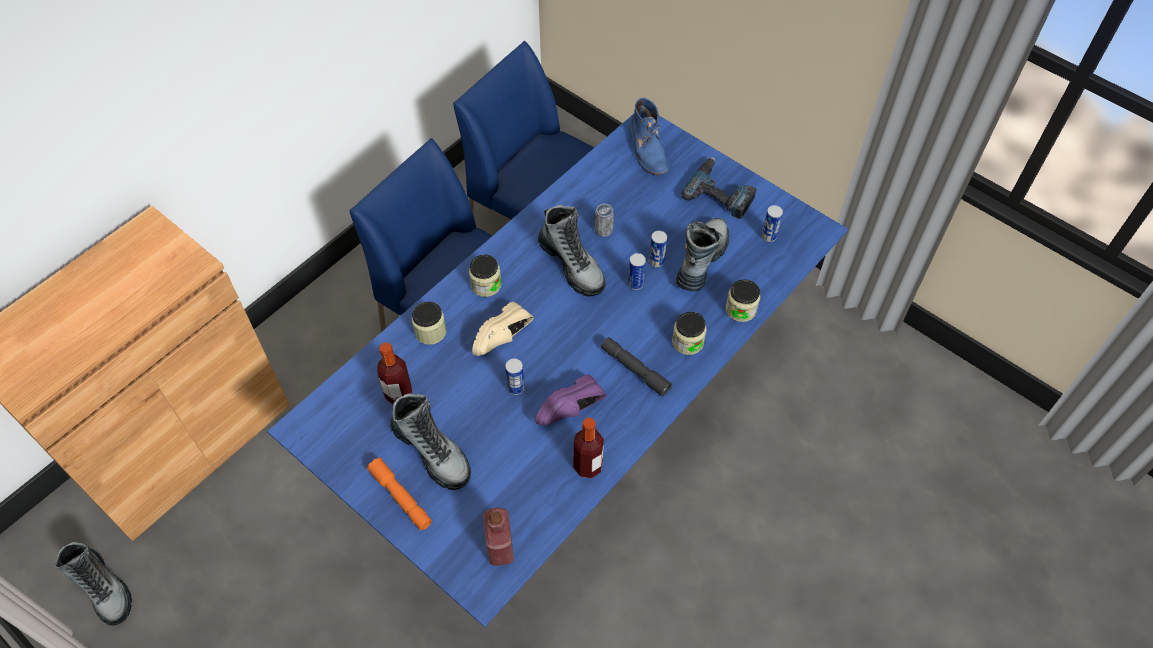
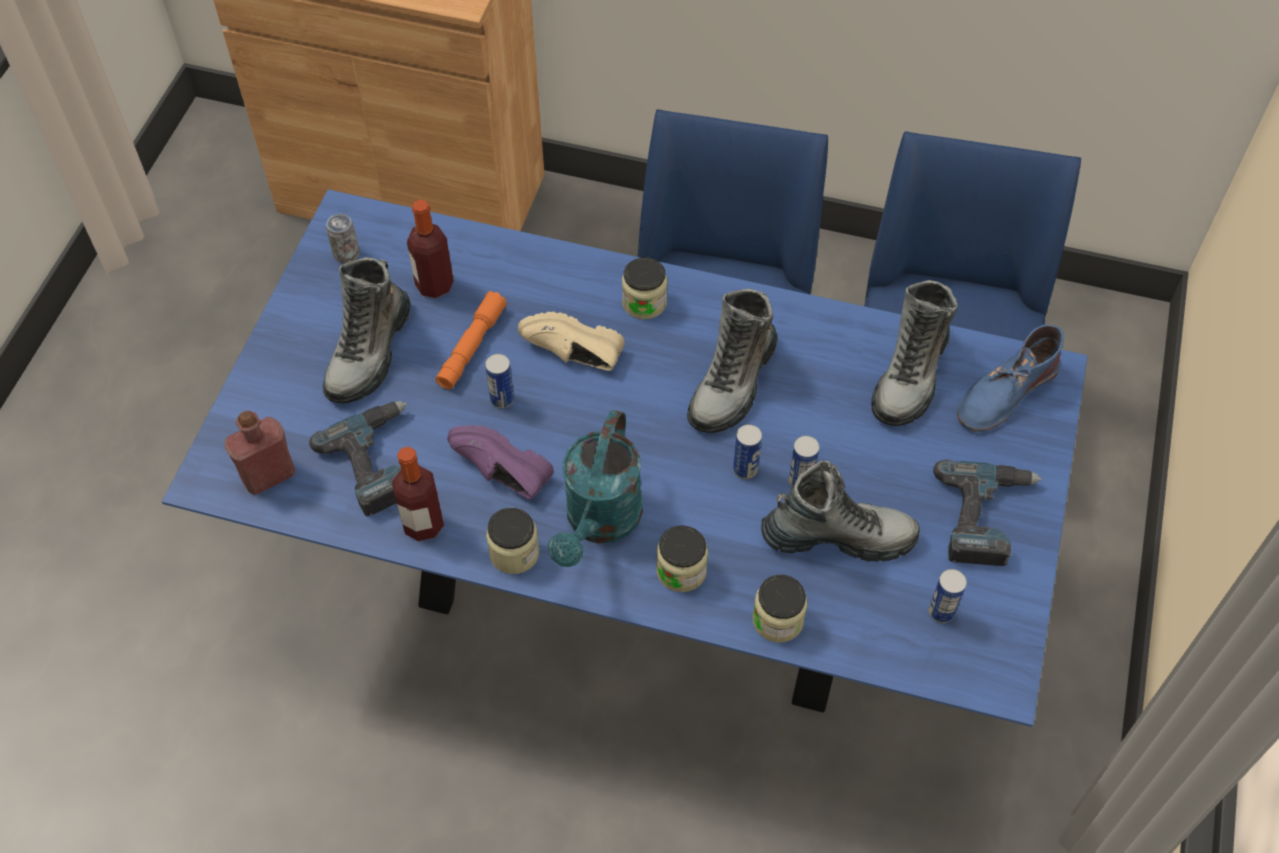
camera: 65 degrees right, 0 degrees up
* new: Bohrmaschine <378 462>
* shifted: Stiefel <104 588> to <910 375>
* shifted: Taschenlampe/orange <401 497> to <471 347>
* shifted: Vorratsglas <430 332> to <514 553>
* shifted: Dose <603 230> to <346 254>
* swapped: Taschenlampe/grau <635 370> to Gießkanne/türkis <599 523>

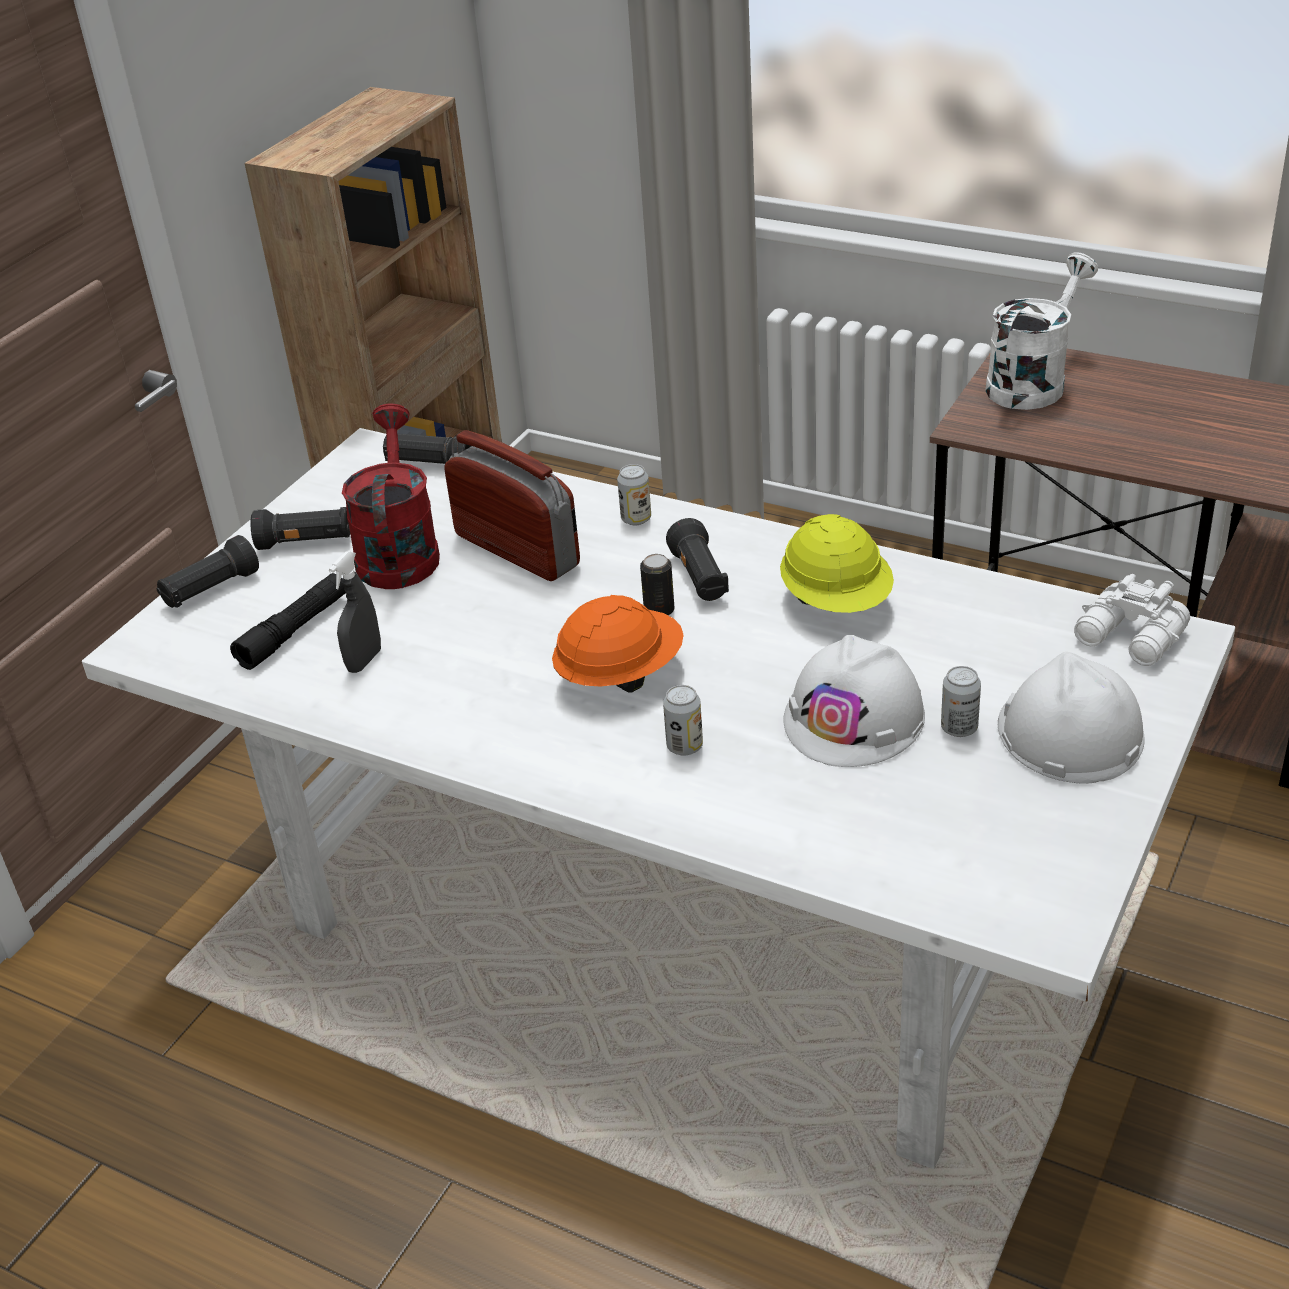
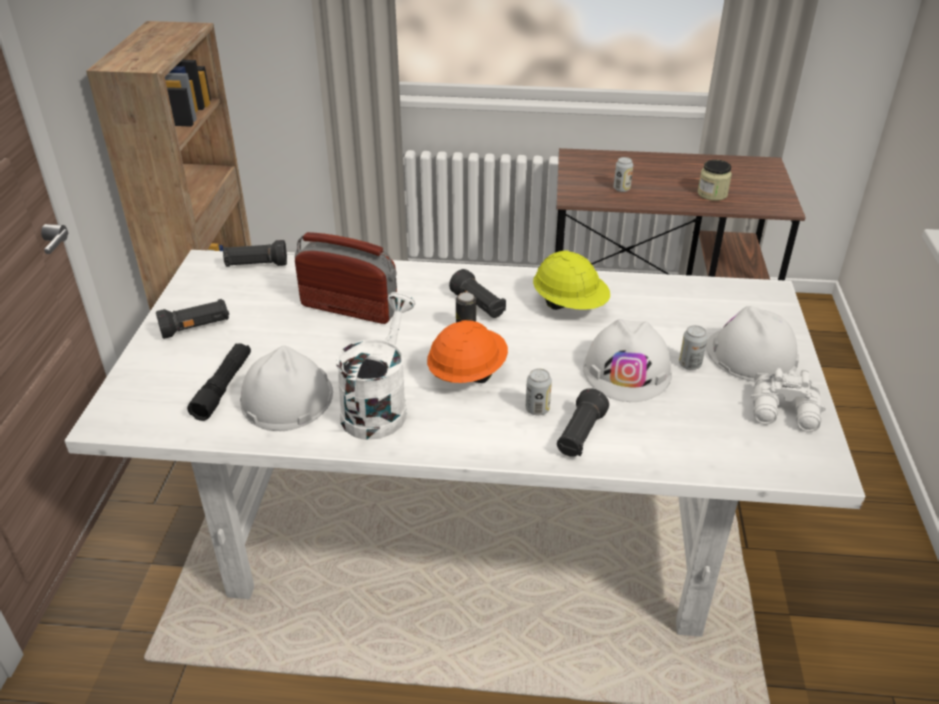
camera: 25 degrees left, 0 degrees up
* gone: Gießkanne/rot <398 552>
* new: Vorratsglas <712 194>
* shifted: Taschenlampe/schwarz <210 590> to <580 435>
* shifted: Dose <636 519> to <621 189>
* shifted: Gießkanne/weiß <1032 382> to <378 406>
* shifted: Fernglas/weiß <1131 638> to <786 413>
* swapped: Sprühflasche/grau <364 661> to Schutzhelm/weiß <286 398>

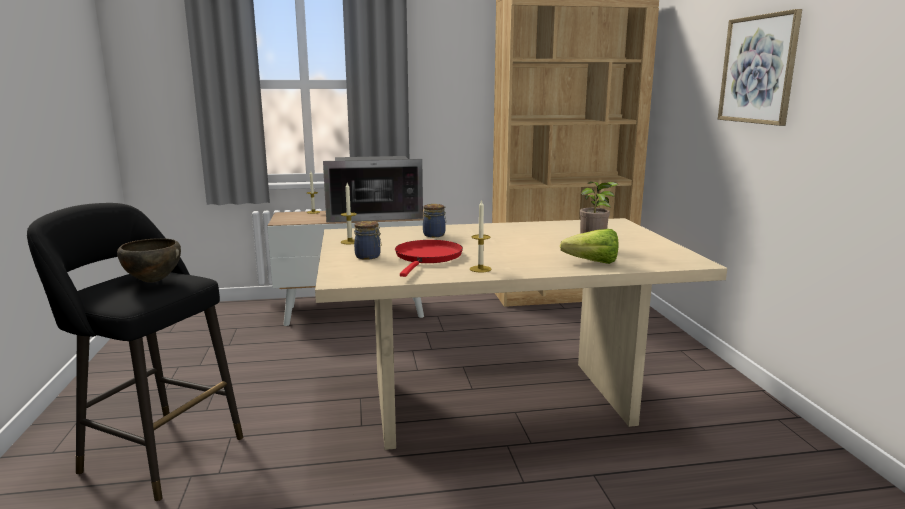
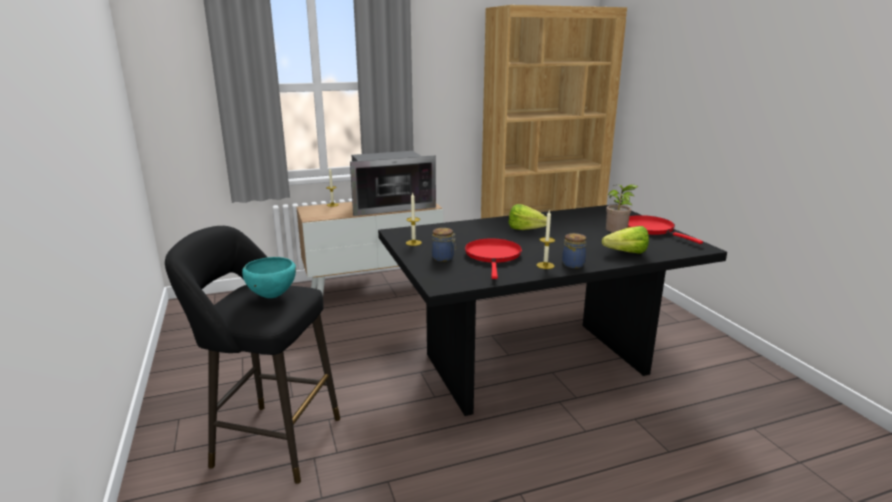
camera: 10 degrees left, 5 degrees up
* gone: Bild <758 69>
* new: Salatkopf <528 230>
* new: Pfanne/rot <650 229>
* shifted: Vorratsglas <435 235> to <573 264>
* repainted: Schüssel/braun <153 281> to Schüssel/türkis <271 296>
* repainted: Esstisch/beige <499 400> to Esstisch/schwarz <535 363>

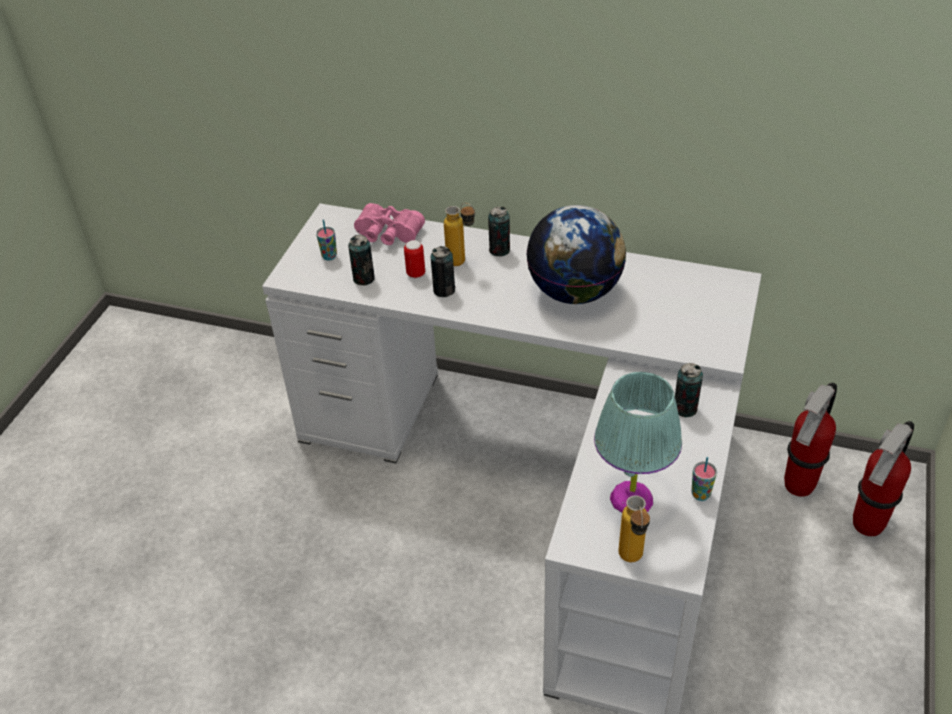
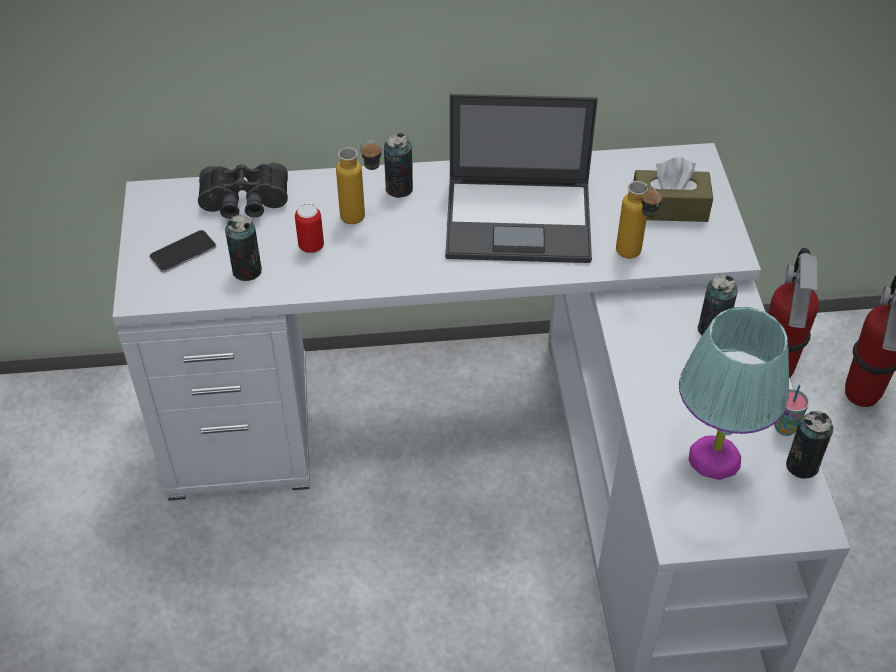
camera: 25 degrees left, 5 degrees up
* new: Taschentuchbox/braun <669 207>
* shifted: Dose <444 290> to <802 465>
* shifted: Flasche <632 562> to <634 257>
* swapped: Tasse <329 256> to Handy <183 252>
* swapped: Globus <575 292> to Laptop <520 220>
* repainted: Fernglas/rosa <387 235> to Fernglas/schwarz <244 203>

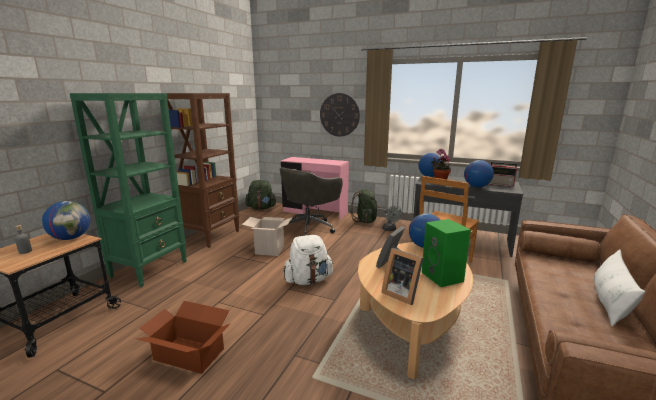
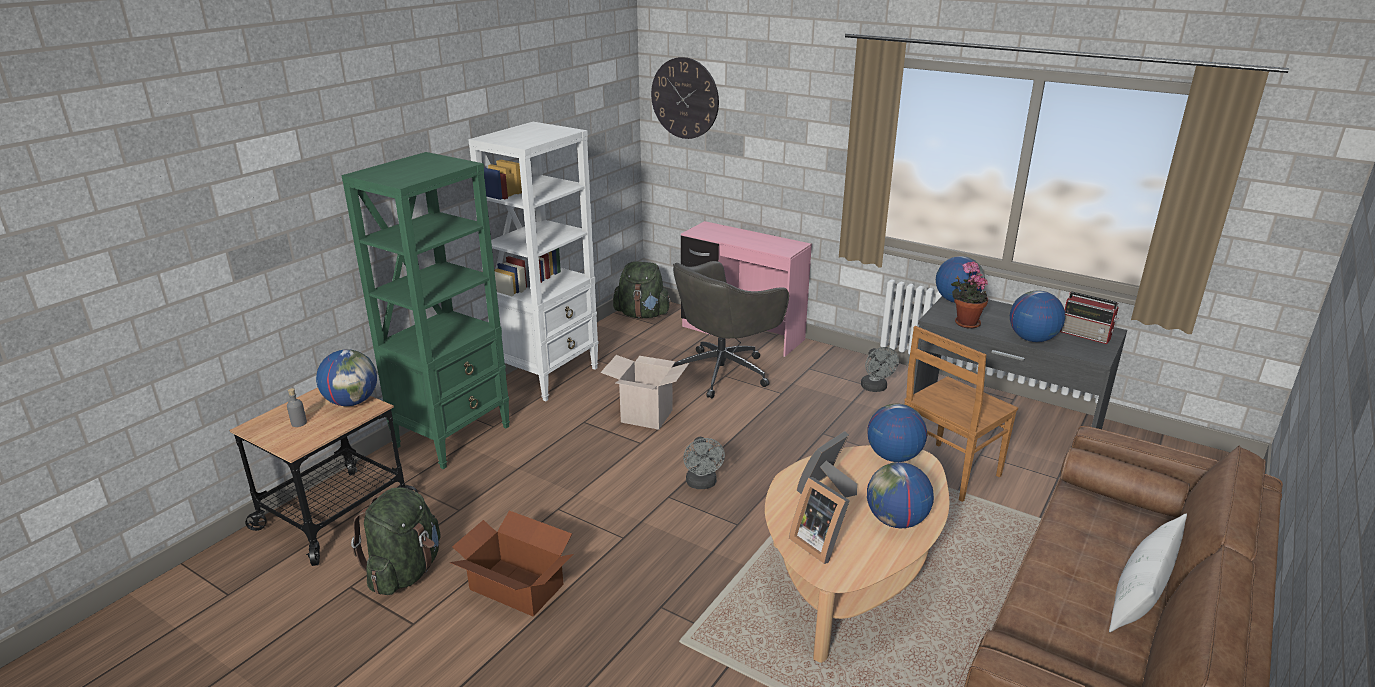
camera: 10 degrees right, 10 degrees up
* shifted: Wanduhr <339 115> to <685 98>
* shifted: Rucksack/grün <365 221> to <405 571>
* swapped: Rucksack/weiß <308 280> to Ventilator/grau <702 484>
* swapped: Lautsprecher/grün <443 277> to Globus <896 521>
* repainted: Bücherregal/braun <211 236> to Bücherregal/weiß <549 375>

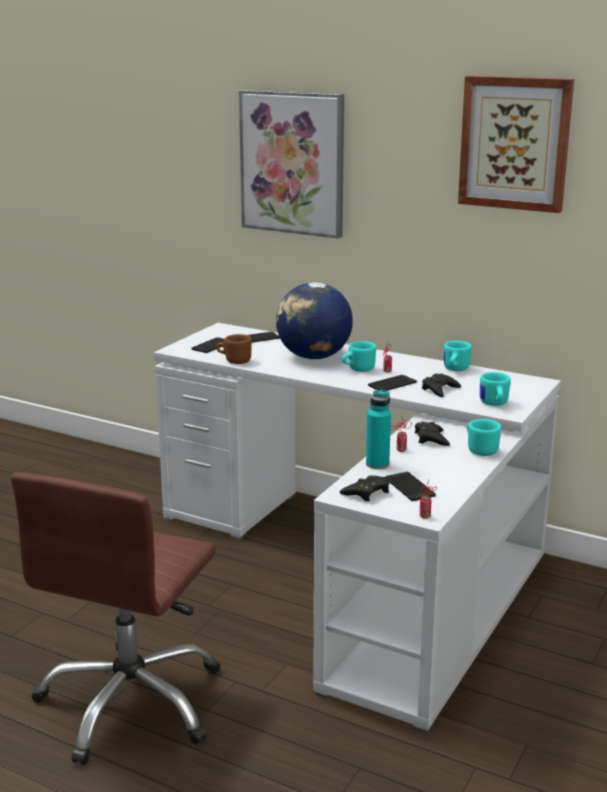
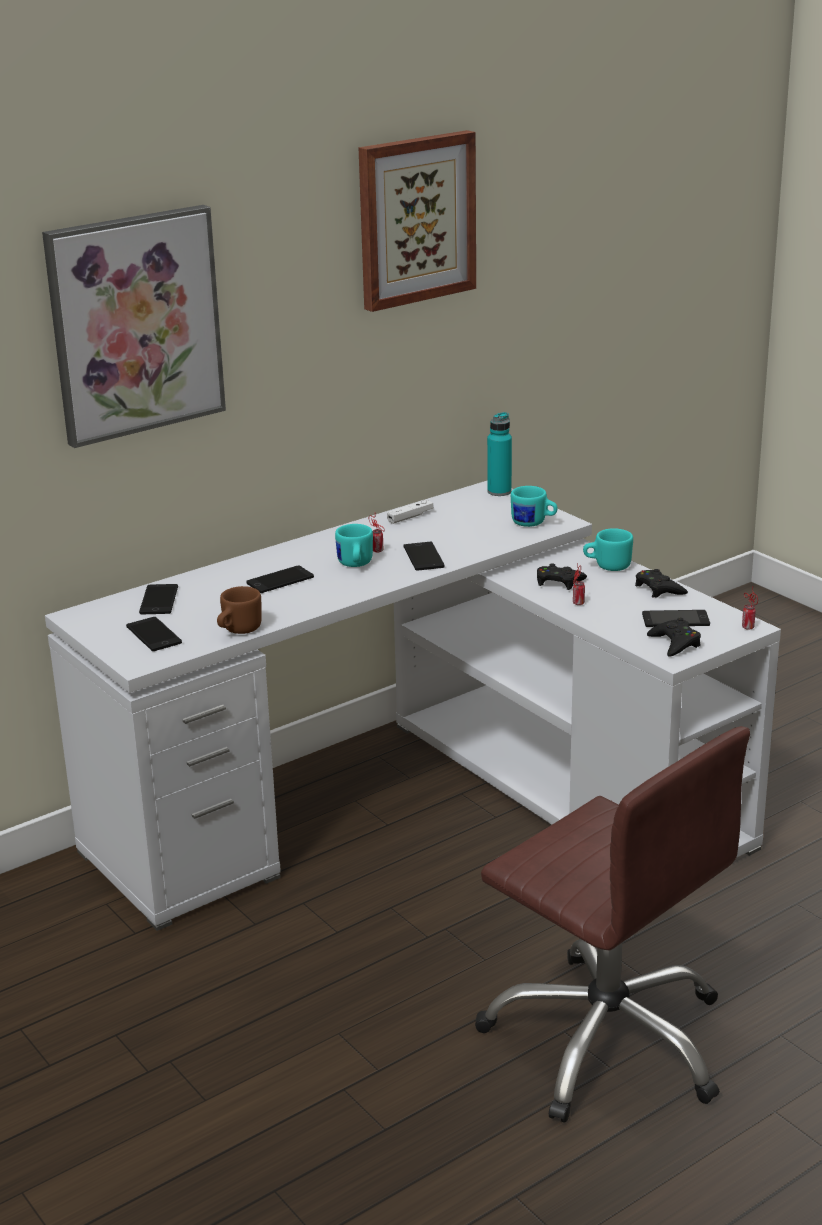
camera: 65 degrees left, 5 degrees up
* shifted: Flasche/türkis <377 464> to <499 491>
* shifted: Gamepad/schwarz <439 389> to <658 589>
* swapped: Globus <313 357> to Handy <280 580>
* swapped: Henkelbecher/türkis <455 370> to Gamepad/weiß <410 517>

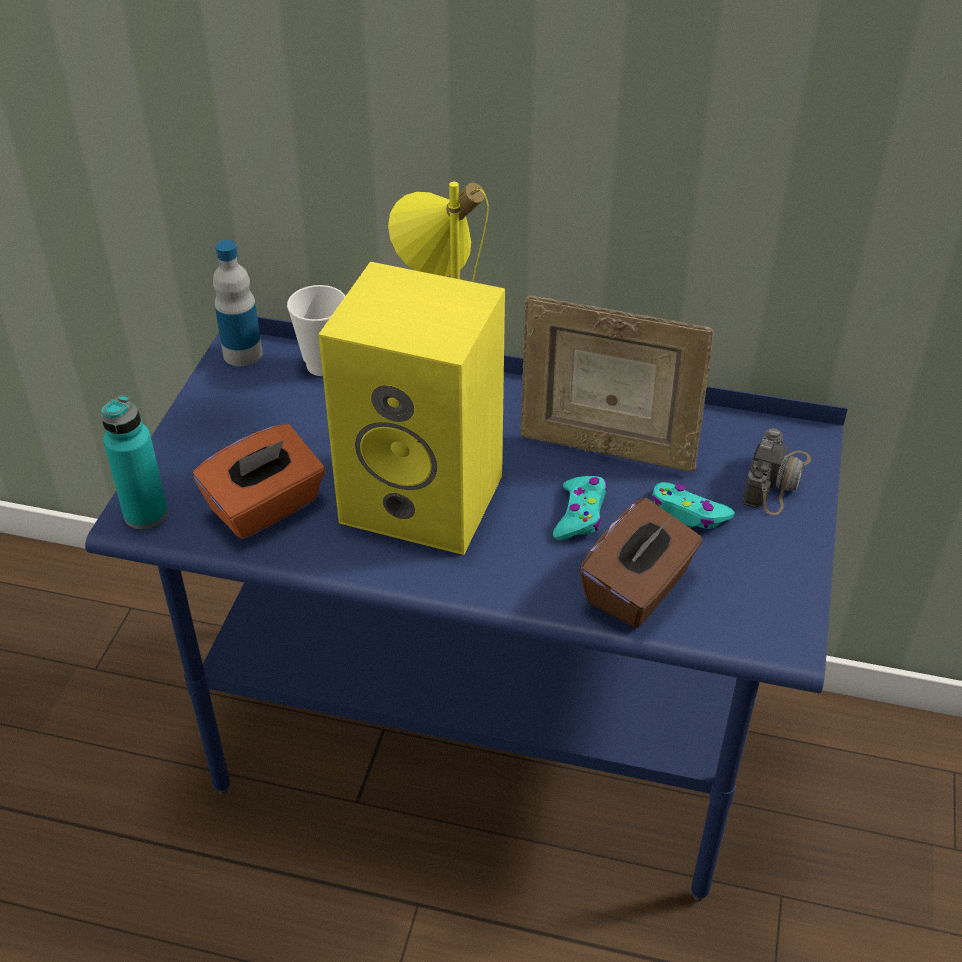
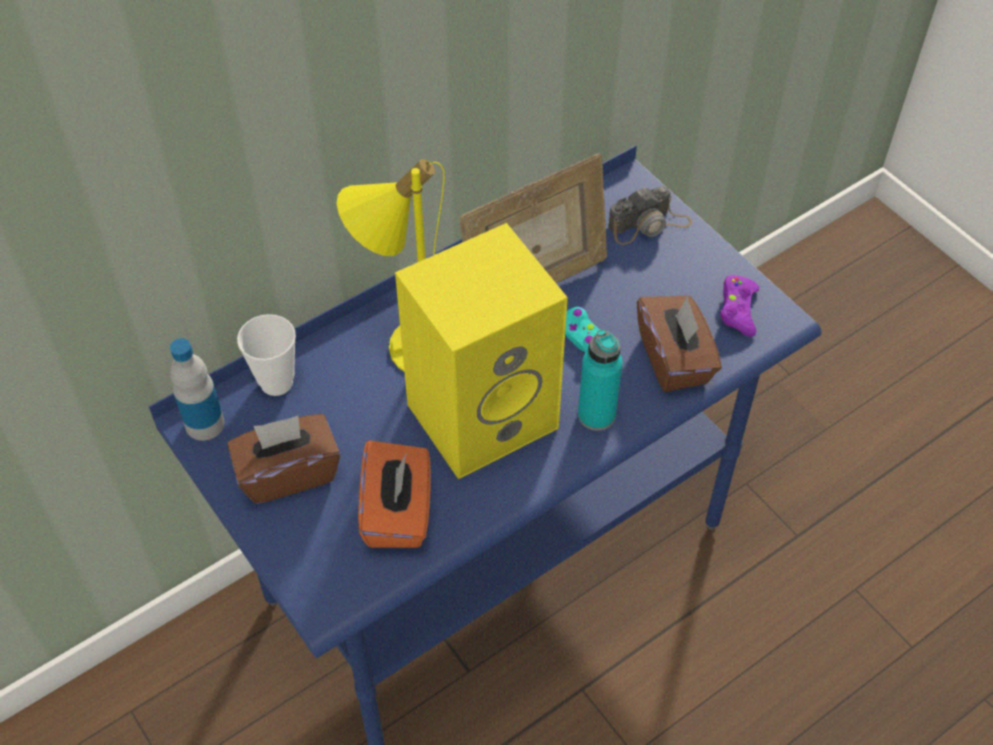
camera: 50 degrees left, 10 degrees up
* gone: Gamepad/türkis <689 513>
* new: Taschentuchbox/braun <288 473>
* new: Gamepad/lila <738 310>
* shifted: Flasche/türkis <146 514> to <596 415>
* rotated: Kamera <776 479> = <649 225> 90 degrees clockwise

